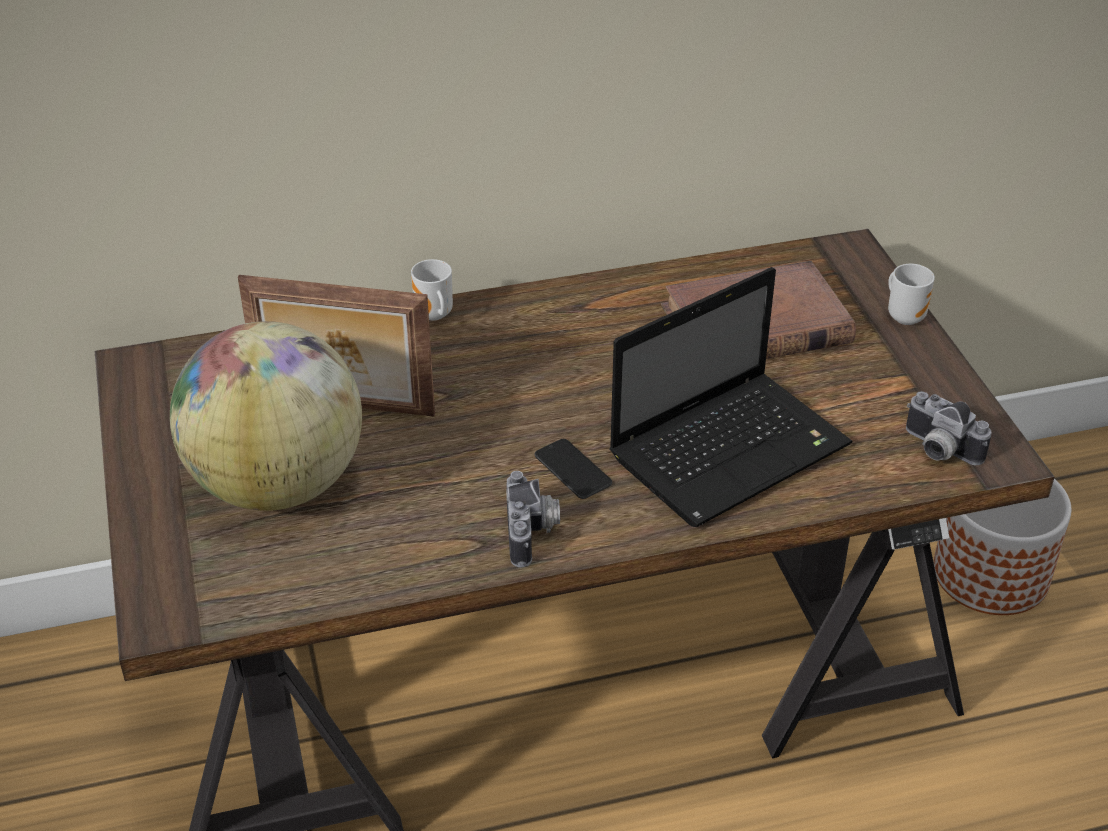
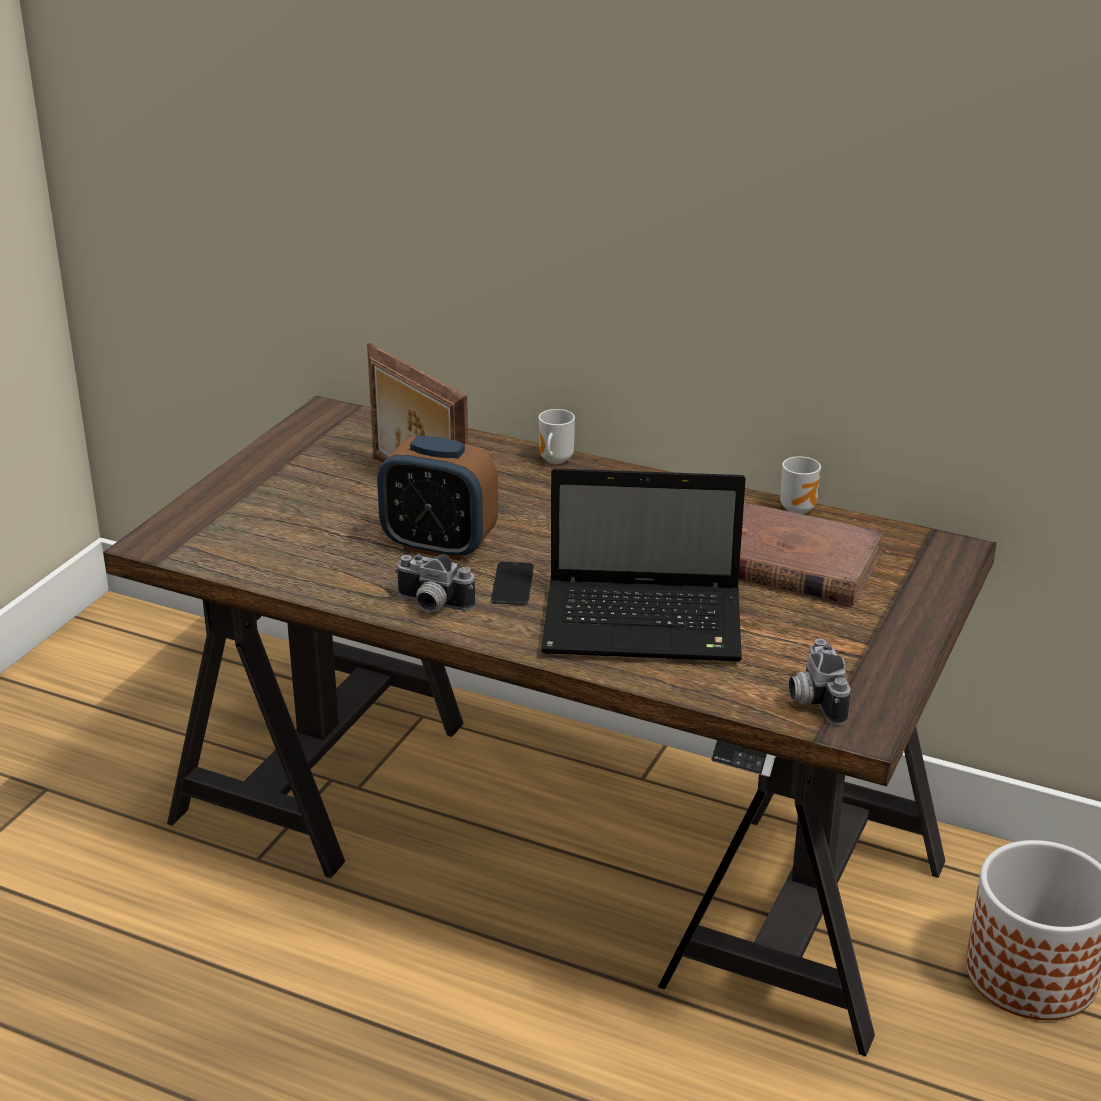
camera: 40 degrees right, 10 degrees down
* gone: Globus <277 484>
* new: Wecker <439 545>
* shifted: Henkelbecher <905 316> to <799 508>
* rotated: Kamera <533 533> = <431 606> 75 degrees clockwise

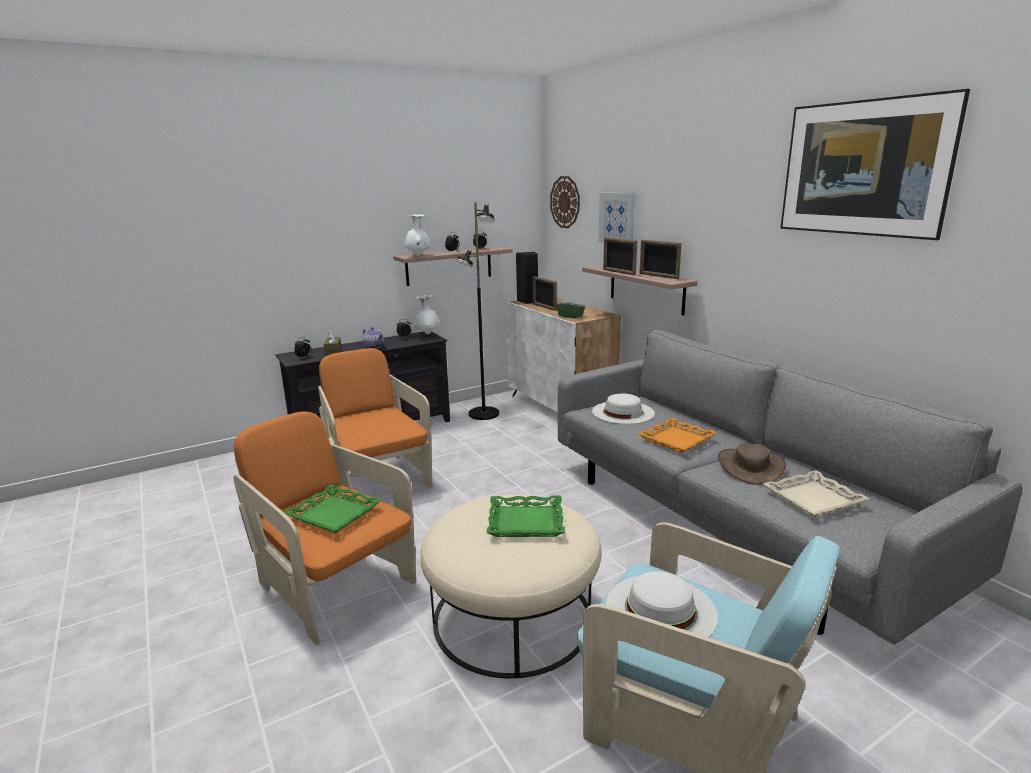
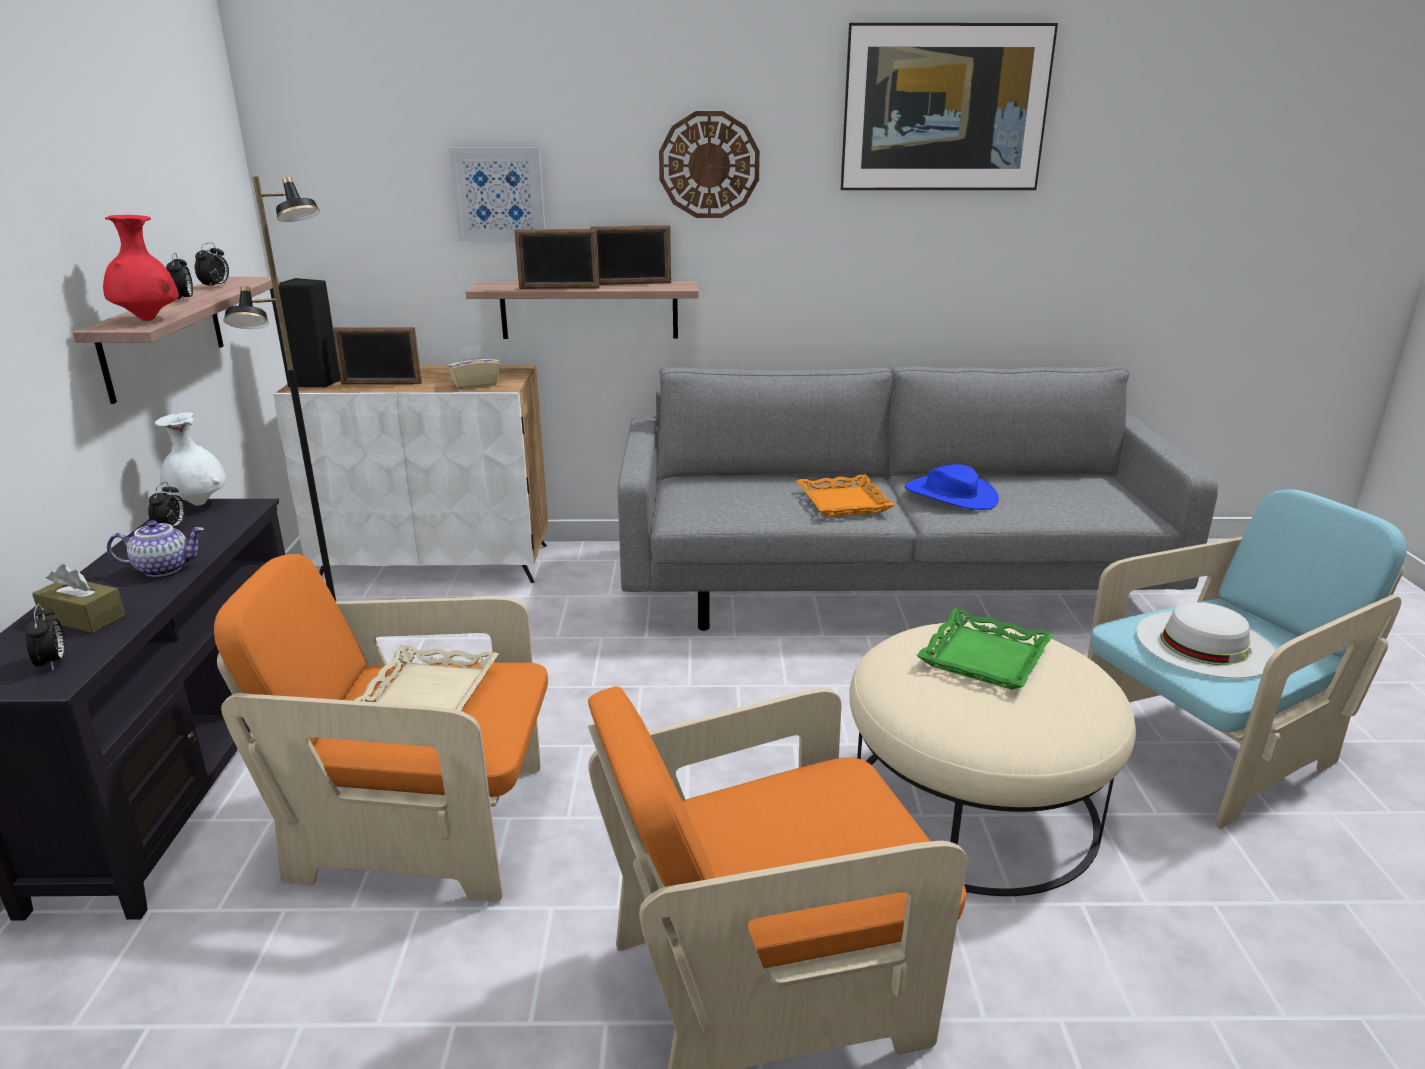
camera: 60 degrees left, 5 degrees up
* gone: Tablett/grün <333 514>
* gone: Hut/weiß <623 412>
* shifted: Wanduhr <565 202> to <709 165>
* shifted: Tablett/beige <813 499> to <429 693>
* repainted: Vase/weiß <418 255> to Vase/rot <148 320>
* repainted: Taschentuchbox/grün <570 316> to Taschentuchbox/beige <475 384>
* repainted: Hut/braun <750 467> to Hut/blau <950 495>

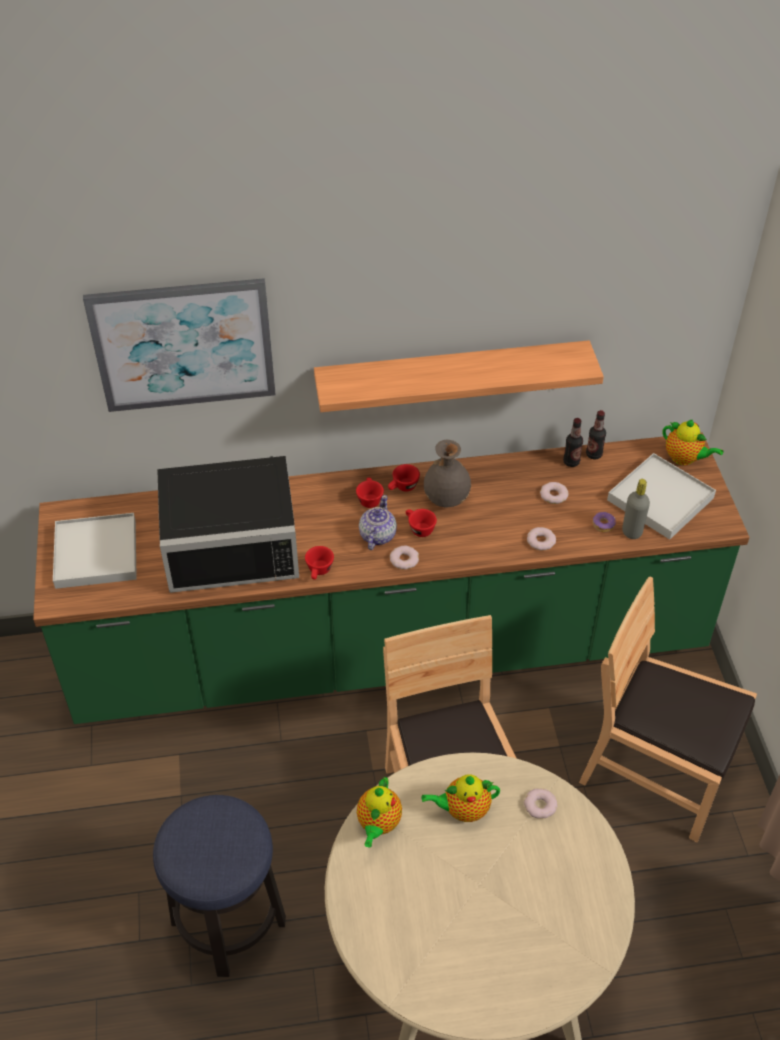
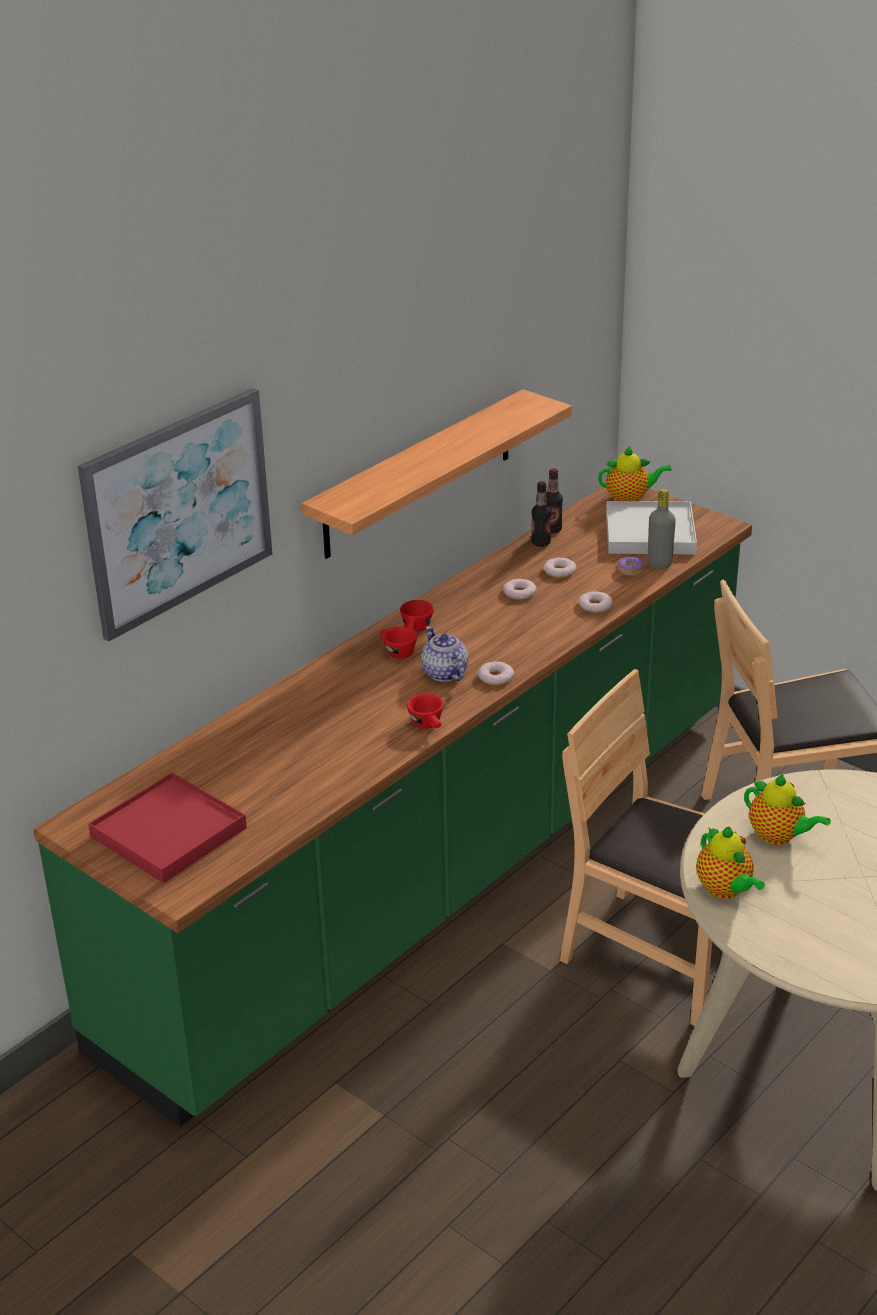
camera: 40 degrees left, 15 degrees down
* gone: Hocker <229 922>
* gone: Mikrowelle/schwarz <232 541>
* gone: Tasse/rot <418 528>
* gone: Vase/grau <446 498>
* shifted: Donut <540 805> to <519 593>
* repainted: Tablett/weiß <96 554> to Tablett/rot <169 832>
* rotated: Teekanne <463 810> = <778 837> 90 degrees counterclockwise

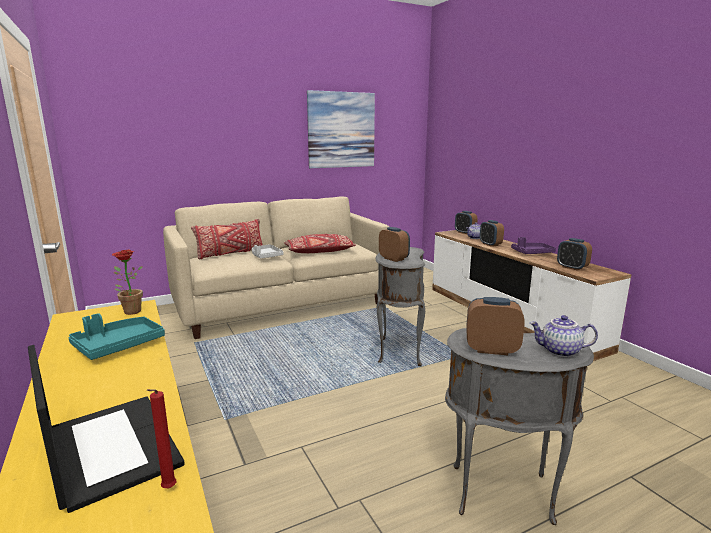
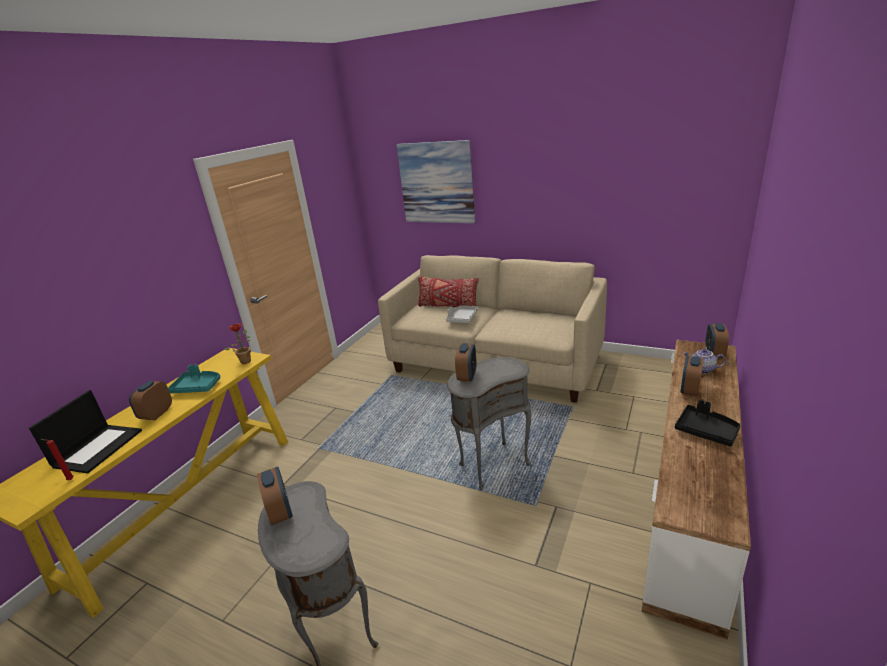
camera: 55 degrees right, 10 degrees up
* gone: Kissen/rot <319 251>
* gone: Teekanne <560 351>
* shifted: Bild <341 130> to <436 183>
* shifted: Wecker <572 267> to <156 414>
* repainted: Tablett/lila <532 253> to Tablett/schwarz <706 431>

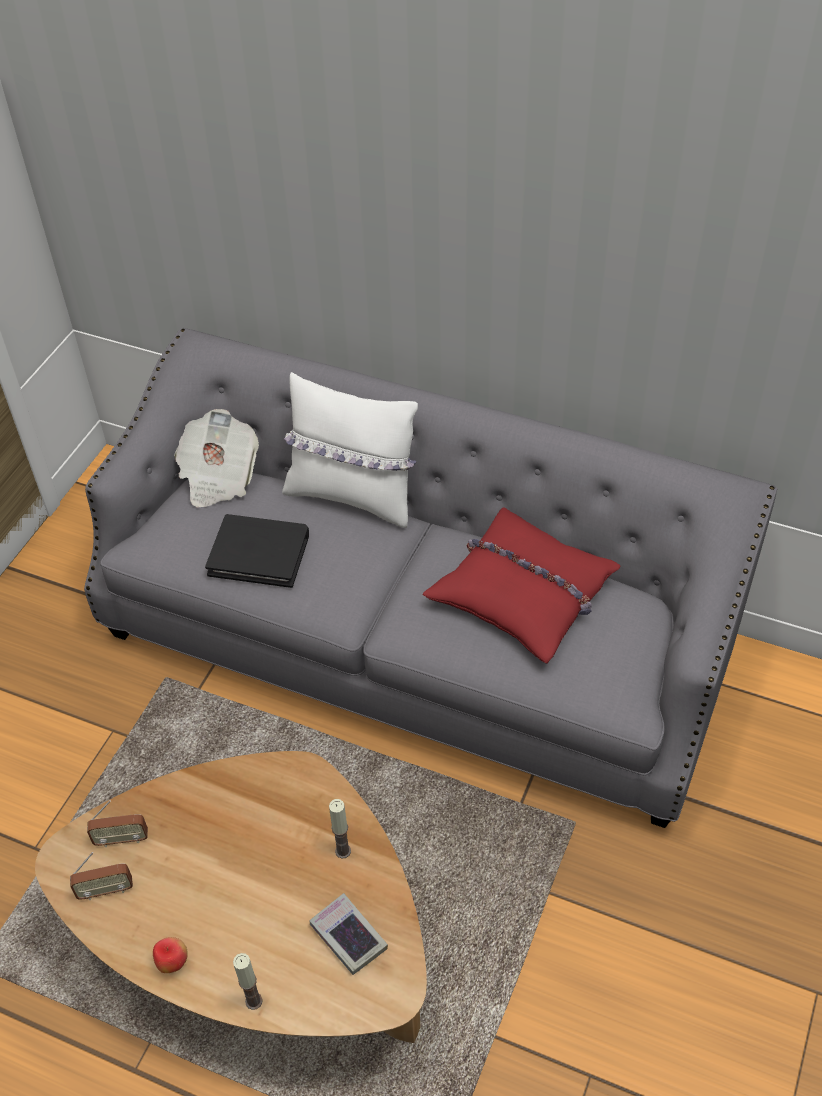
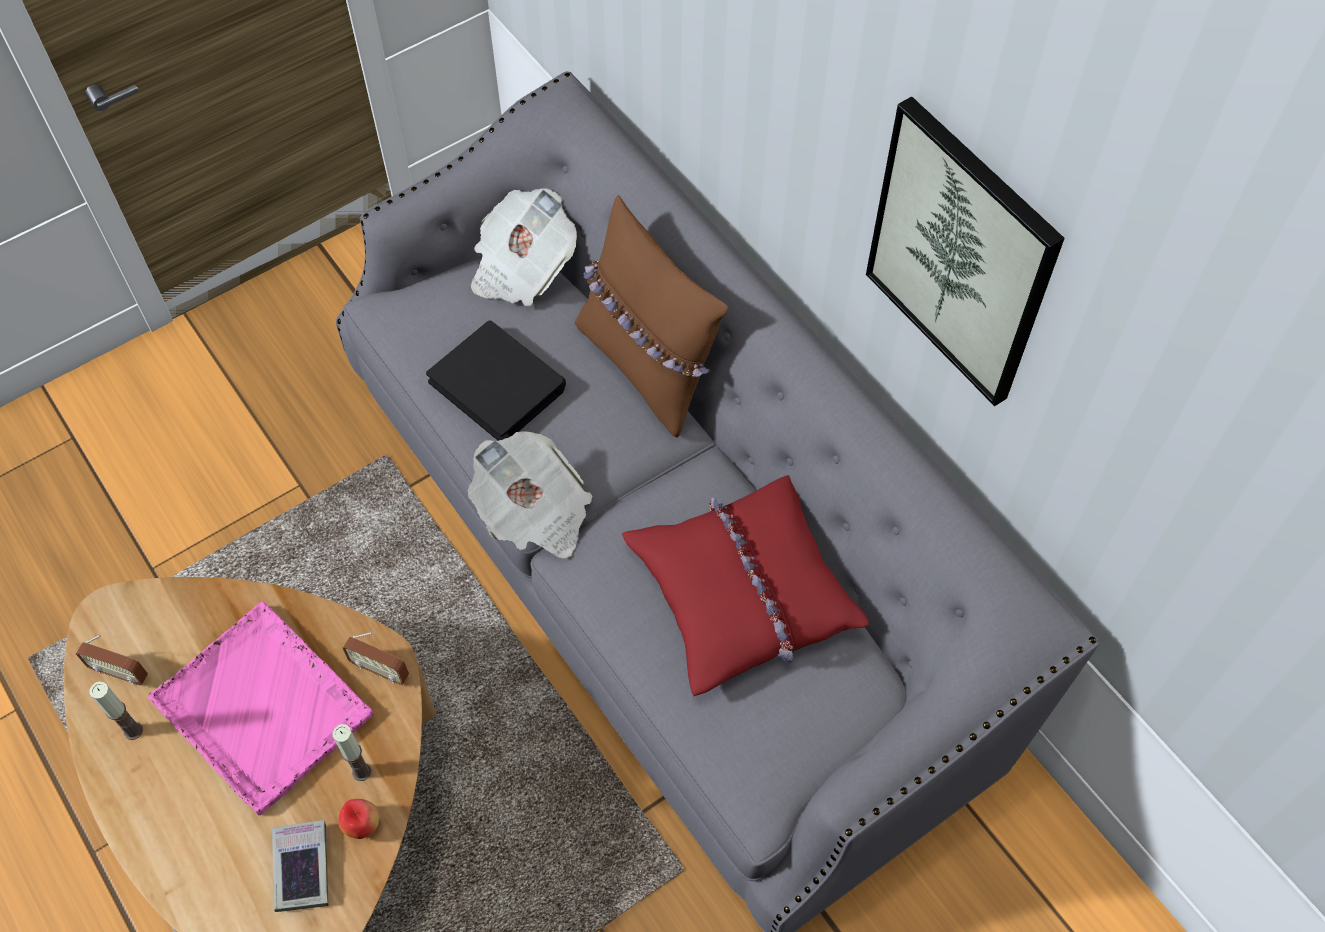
camera: 30 degrees right, 10 degrees up
* new: Tablett/rosa <263 709>
* new: Zeitung <534 513>
* new: Bild <961 254>
* shifted: Radio <121 839> to <380 670>
* shifted: Apfel <172 962> to <362 825>
* shifted: Kerze <253 1001> to <133 731>
* repainted: Kissen/weiß <353 496> to Kissen/braun <647 367>

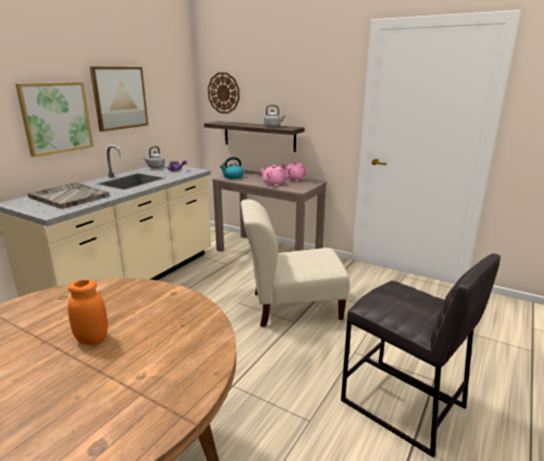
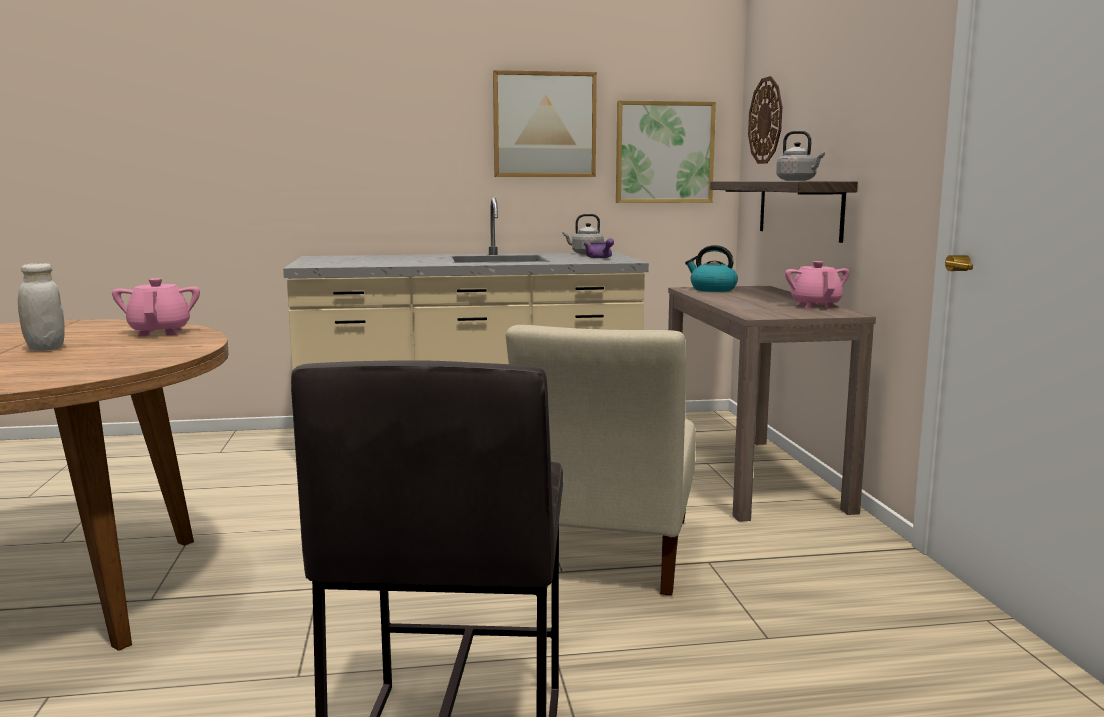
camera: 50 degrees right, 10 degrees down
* gone: Tablett/grau <68 196>
* shifted: Bild <56 118> to <664 152>
* shifted: Teekanne/rosa <273 184> to <160 332>
* repainted: Vorratsglas/orange <92 339> to Vorratsglas/weiß <45 348>
* rotated: Stuhl/beige <292 306> = <606 553> 120 degrees counterclockwise

